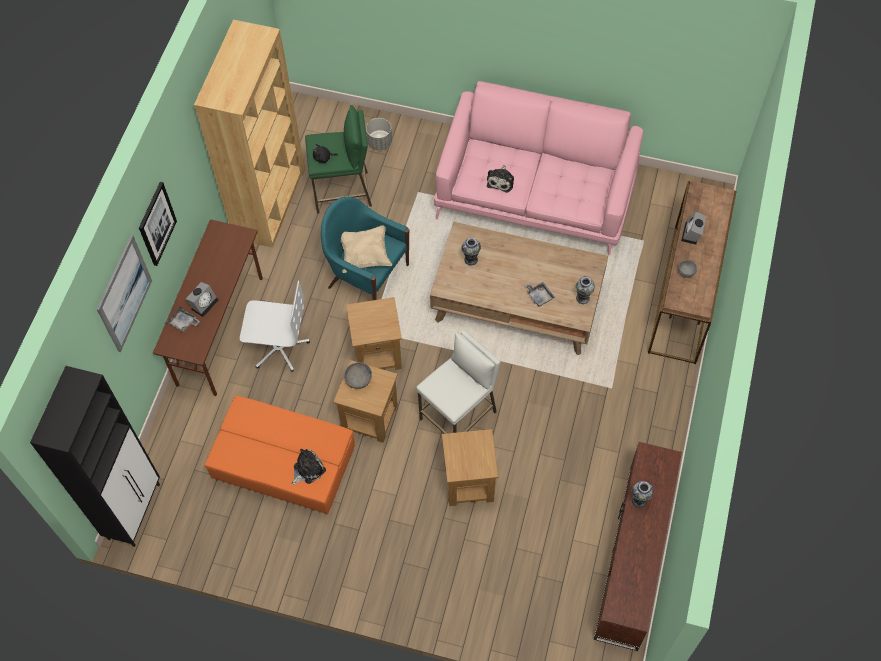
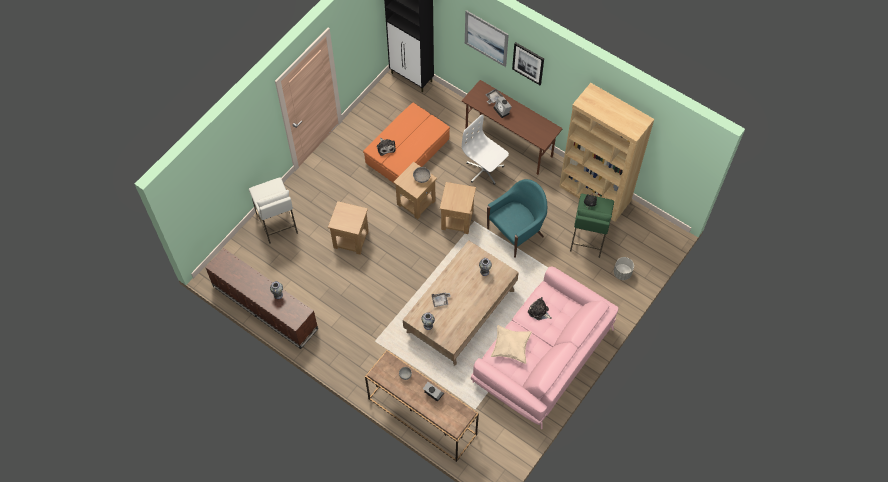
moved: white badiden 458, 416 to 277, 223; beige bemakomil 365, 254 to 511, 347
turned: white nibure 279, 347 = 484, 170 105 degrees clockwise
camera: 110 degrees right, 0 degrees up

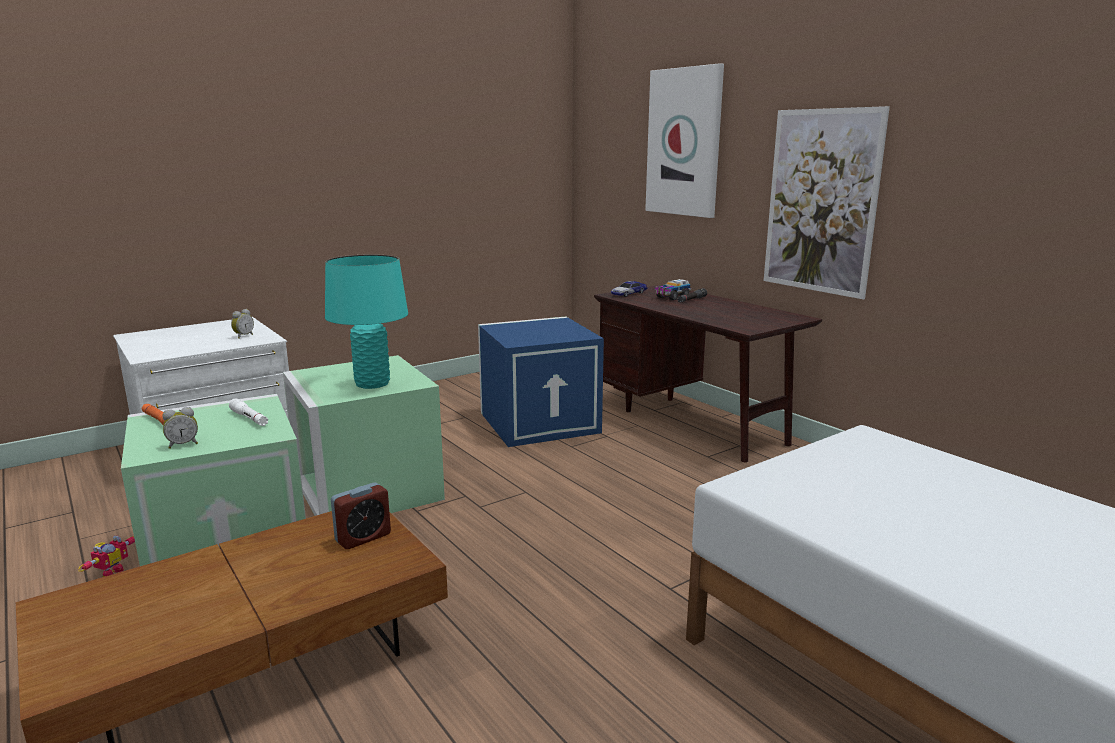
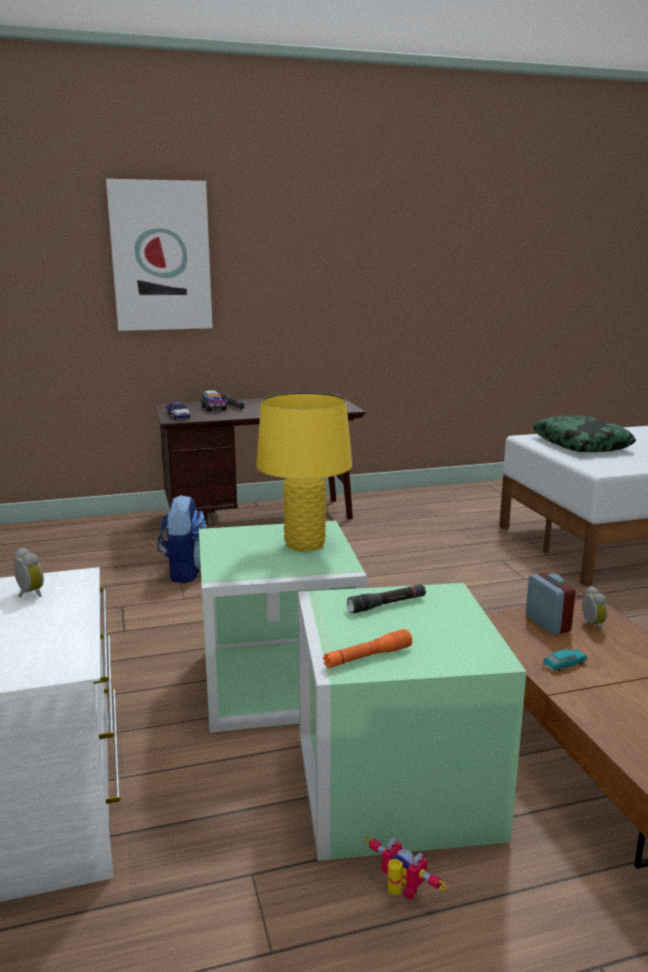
removed: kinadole 821, 202
added: bemakomil 581, 444; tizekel 564, 664
moved: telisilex 183, 444 to 590, 625
replaced: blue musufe 540, 422 to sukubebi 185, 572
recoloured: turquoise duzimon 372, 383 to yellow duzimon 304, 544; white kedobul 249, 418 to black kedobul 387, 604
camera: 70 degrees left, 0 degrees up

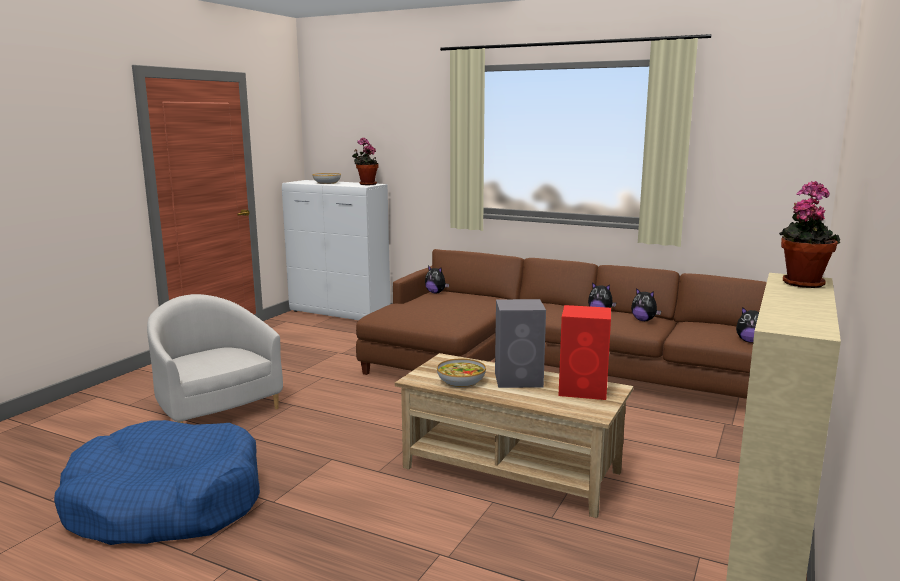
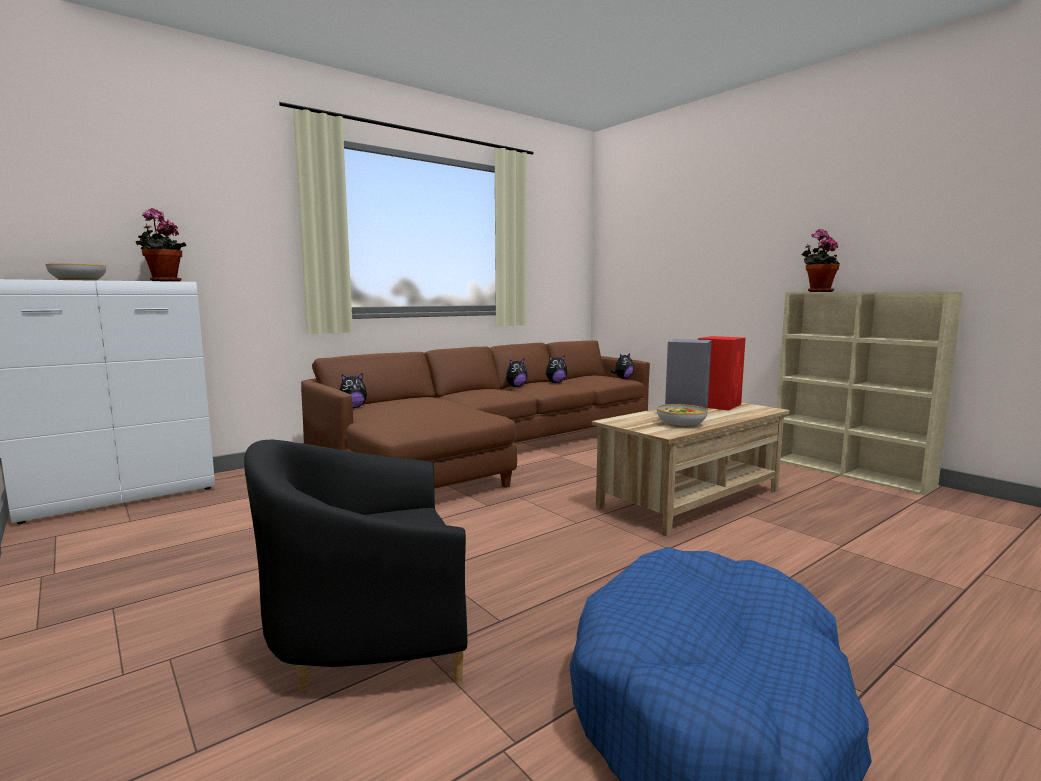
recoloured: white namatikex 214, 409 to black namatikex 370, 636
camera: 65 degrees left, 5 degrees down

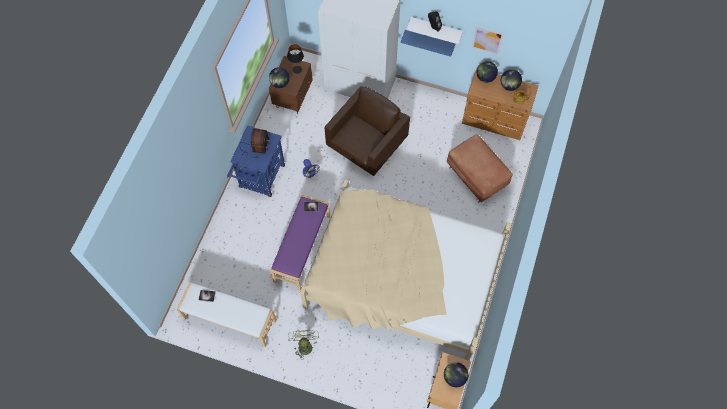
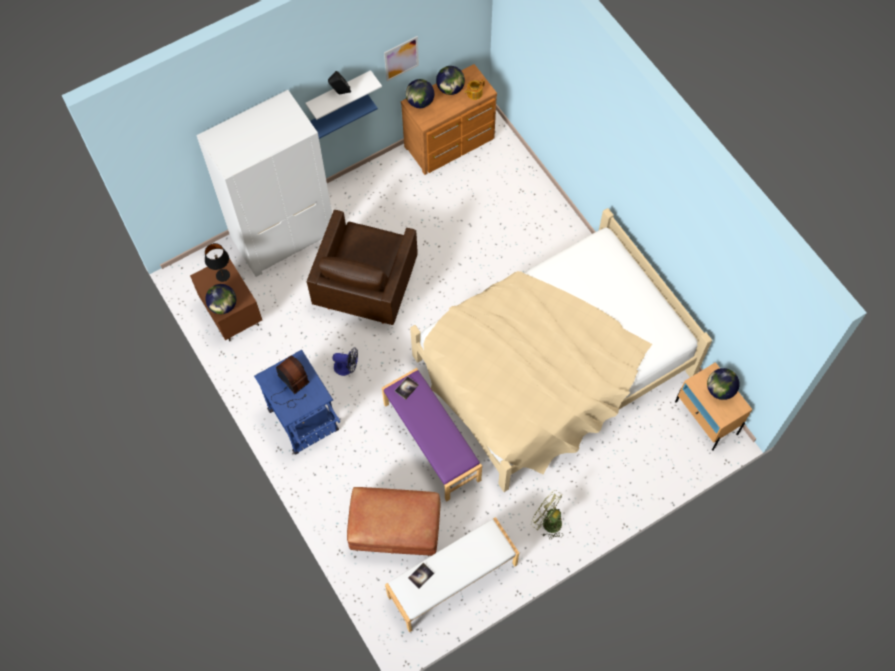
moved: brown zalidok 476, 177 to 396, 529
turned: brown namatikex 367, 146 = 366, 285 150 degrees counterclockwise
camera: 50 degrees left, 0 degrees up

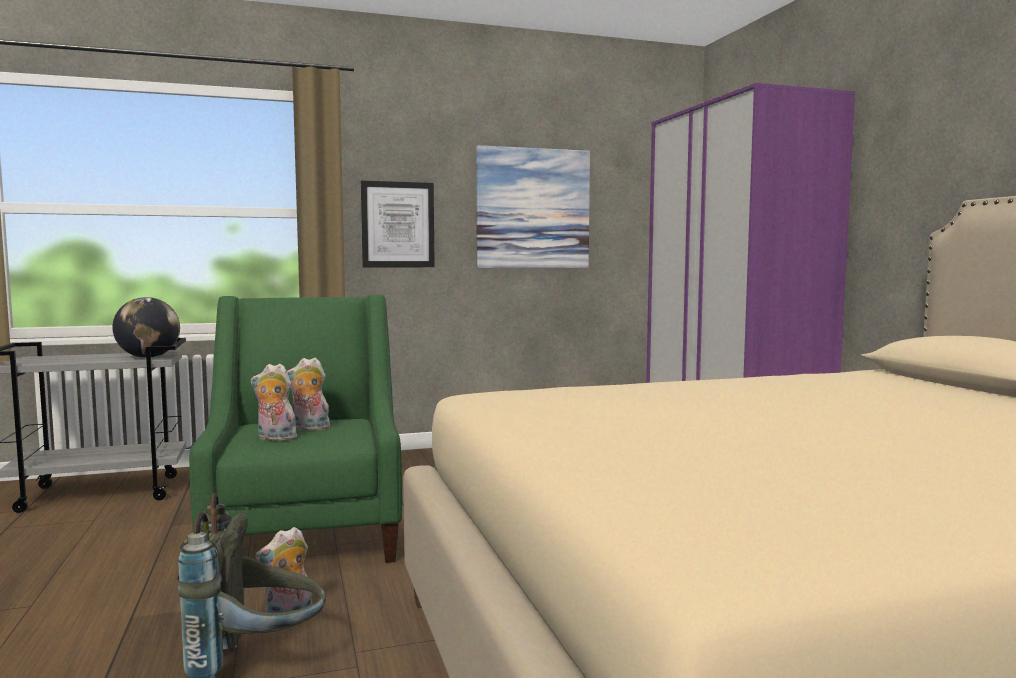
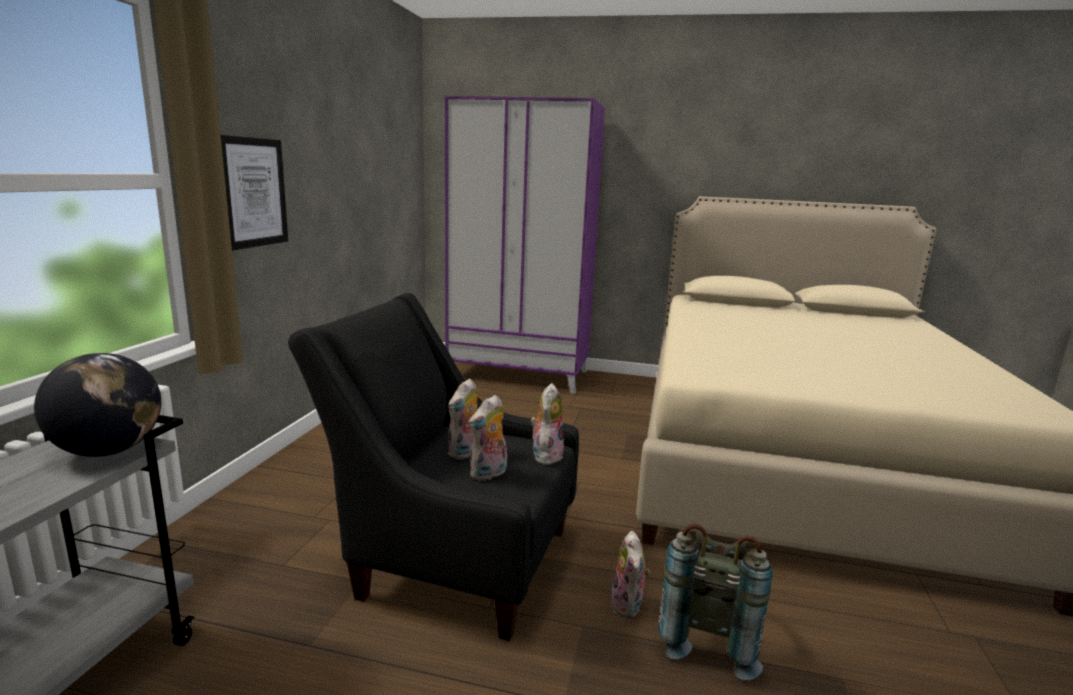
removed: kinadole 533, 208
added: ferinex 546, 455
recoloured: green namatikex 307, 534 to black namatikex 452, 558
camera: 60 degrees left, 10 degrees up

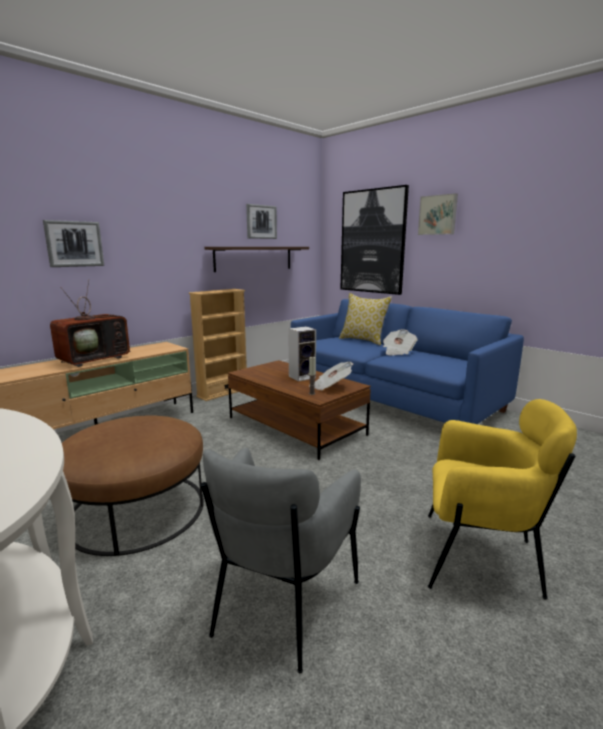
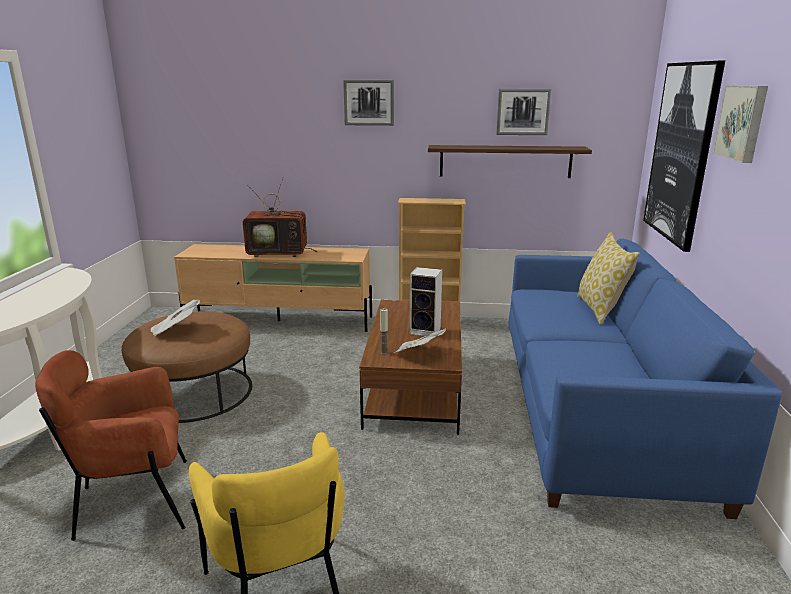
moved: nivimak 398, 352 to 175, 330; kinadole 74, 244 to 369, 102
recoloured: grey namatikex 281, 604 to brown namatikex 134, 502
camera: 50 degrees right, 5 degrees up

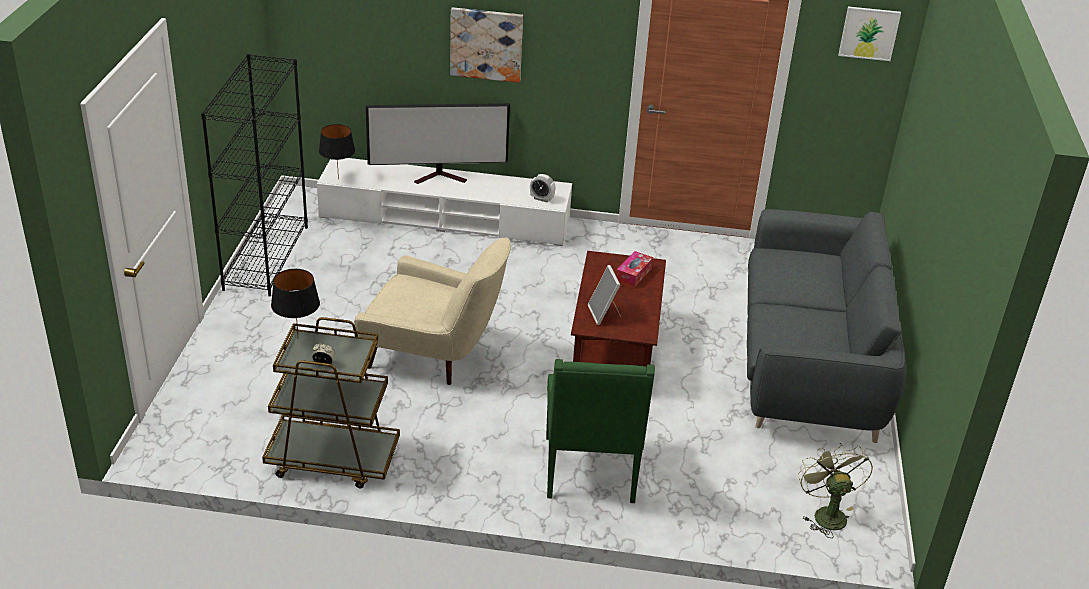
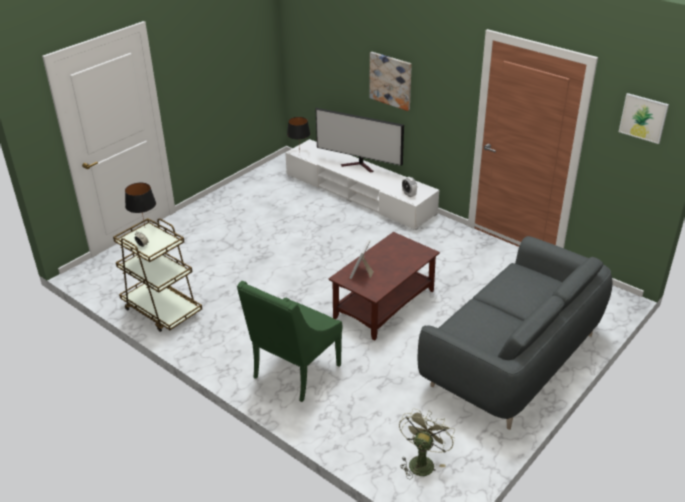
removed: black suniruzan 266, 257; beige namatikex 433, 356; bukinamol 633, 274
camera: 35 degrees right, 0 degrees up

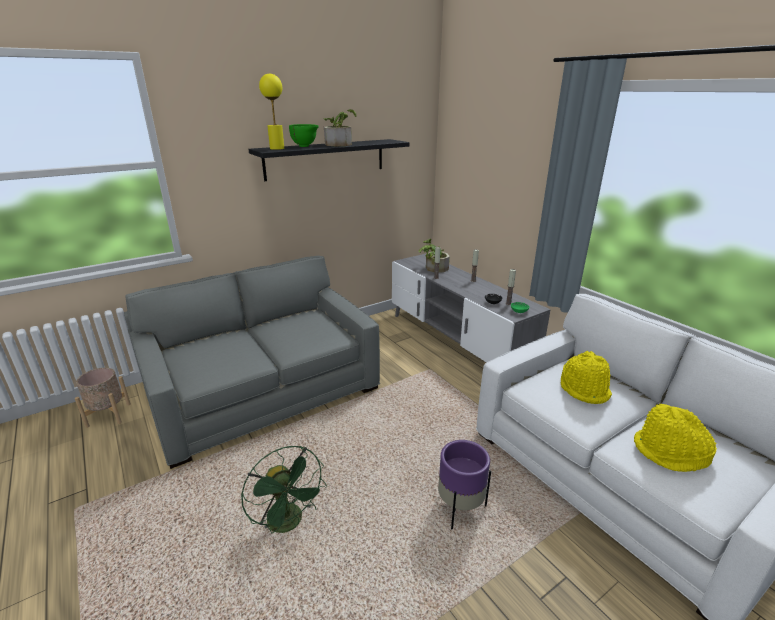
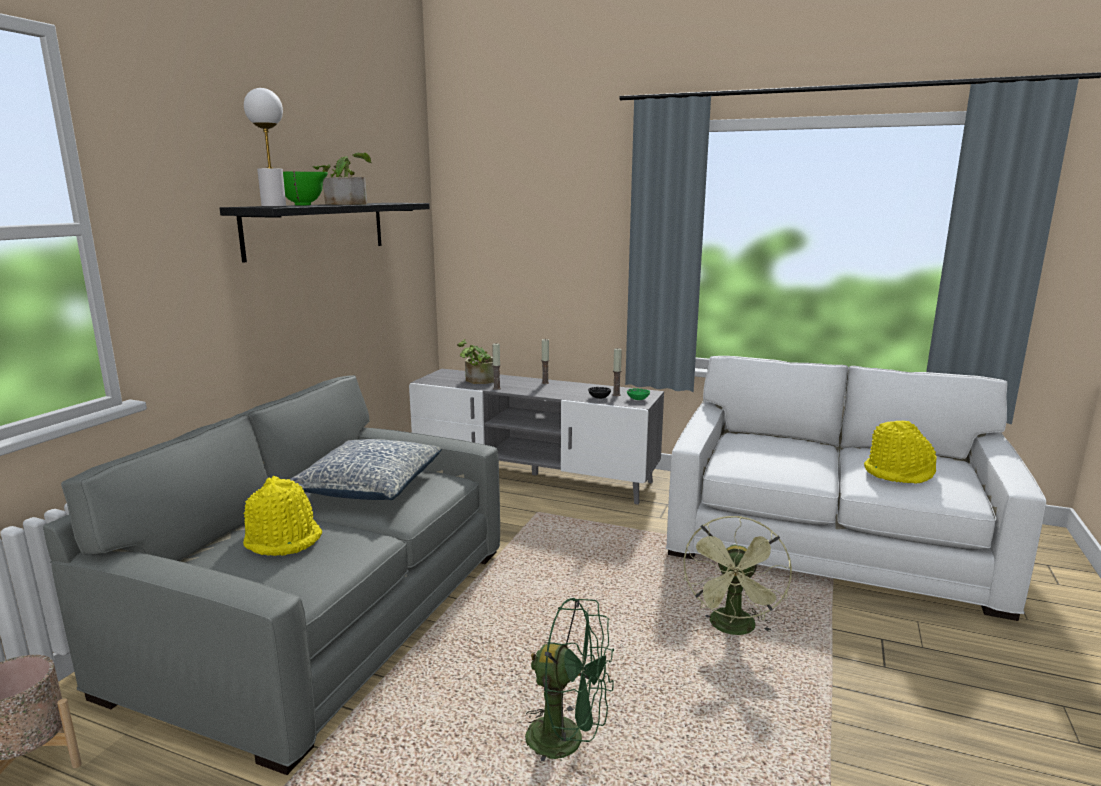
added: bemakomil 369, 486
moved: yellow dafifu 584, 389 to 283, 539
replaced: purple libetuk 460, 509 to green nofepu 733, 629
recoloured: yellow duzimon 277, 148 to white duzimon 274, 206
camera: 35 degrees left, 10 degrees down

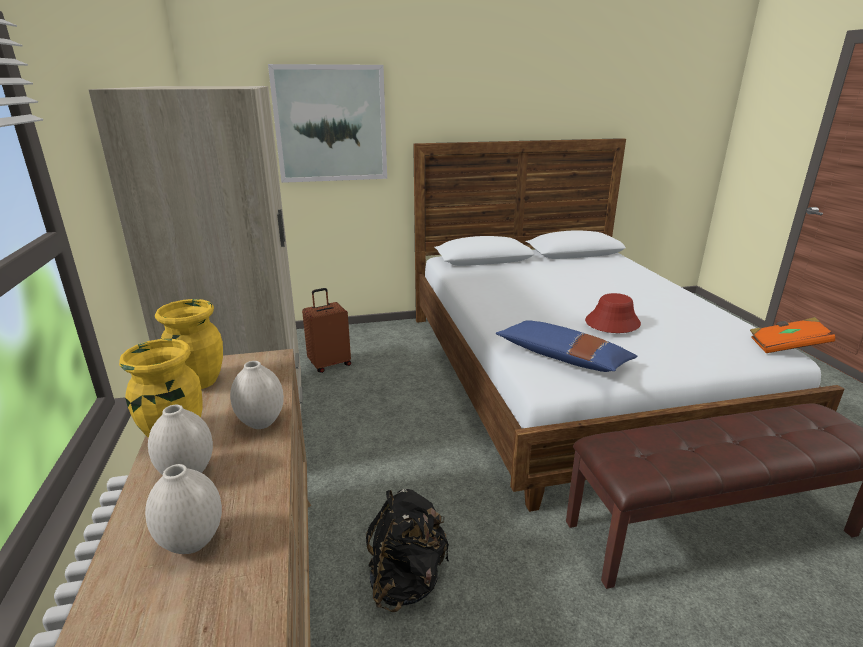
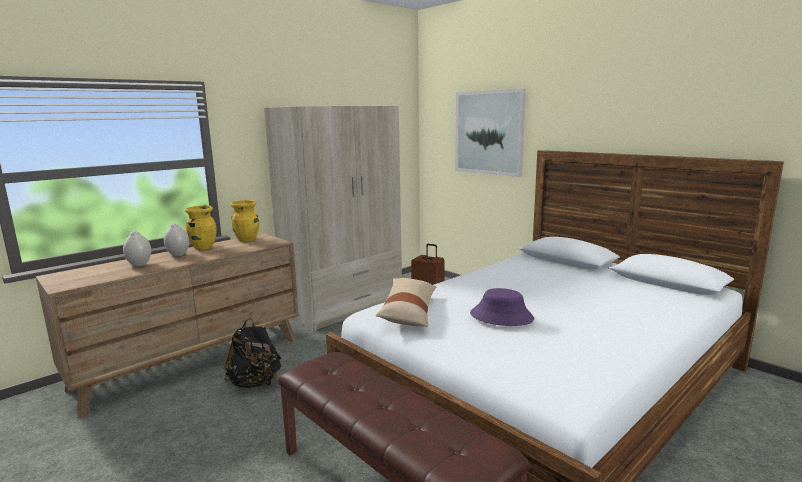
removed: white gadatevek 261, 423; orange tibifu 786, 347
recoloured: blue bemakomil 563, 358 to beige bemakomil 409, 312; red dafifu 612, 322 to purple dafifu 501, 316
camera: 60 degrees right, 10 degrees down

